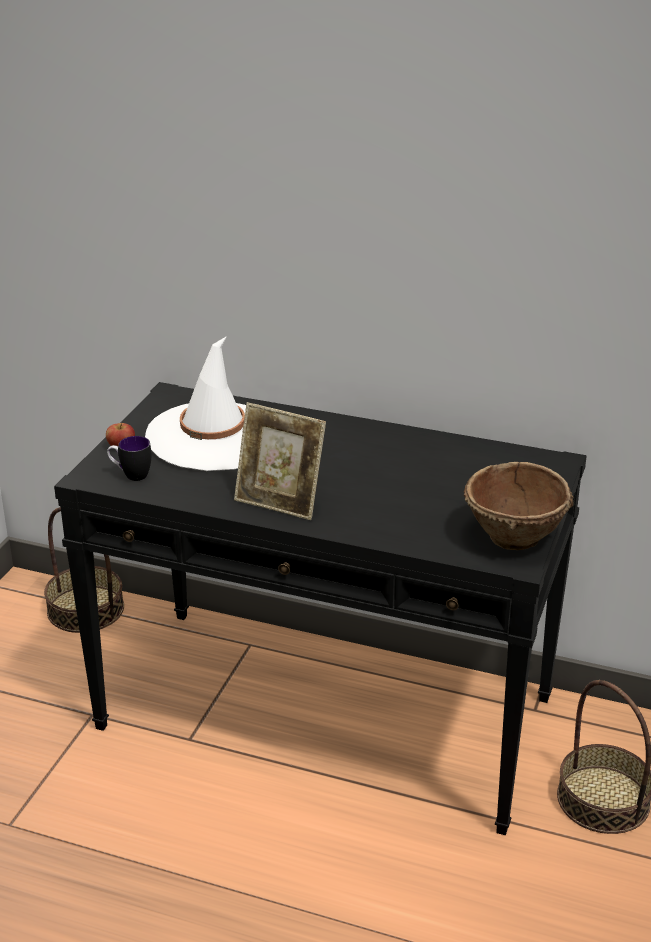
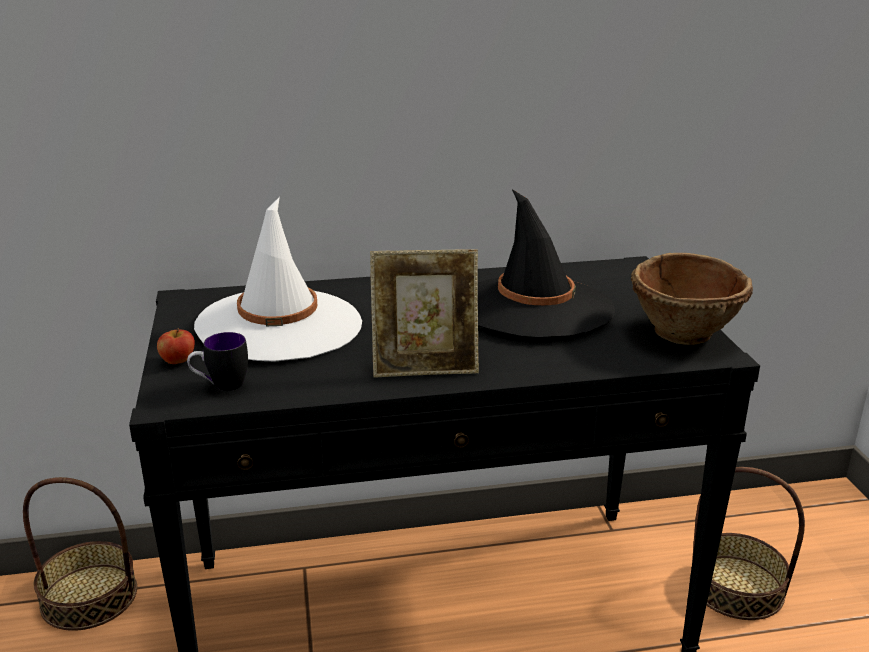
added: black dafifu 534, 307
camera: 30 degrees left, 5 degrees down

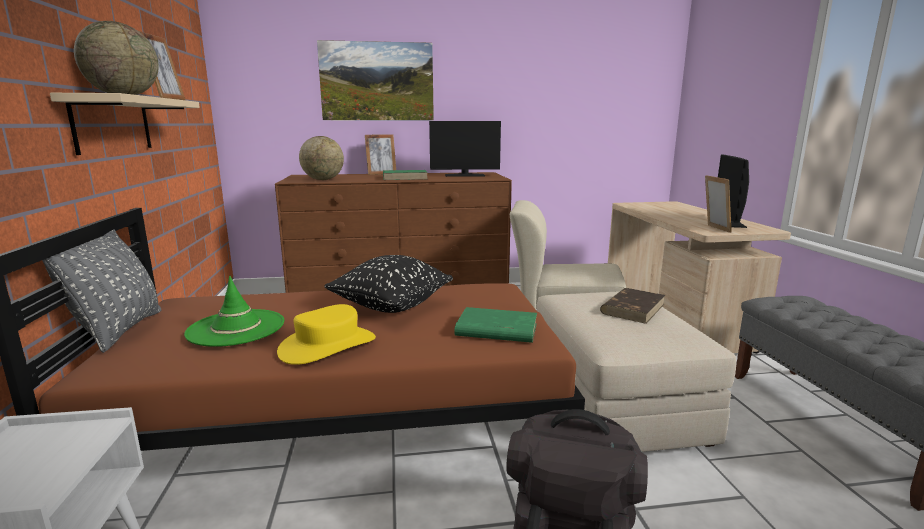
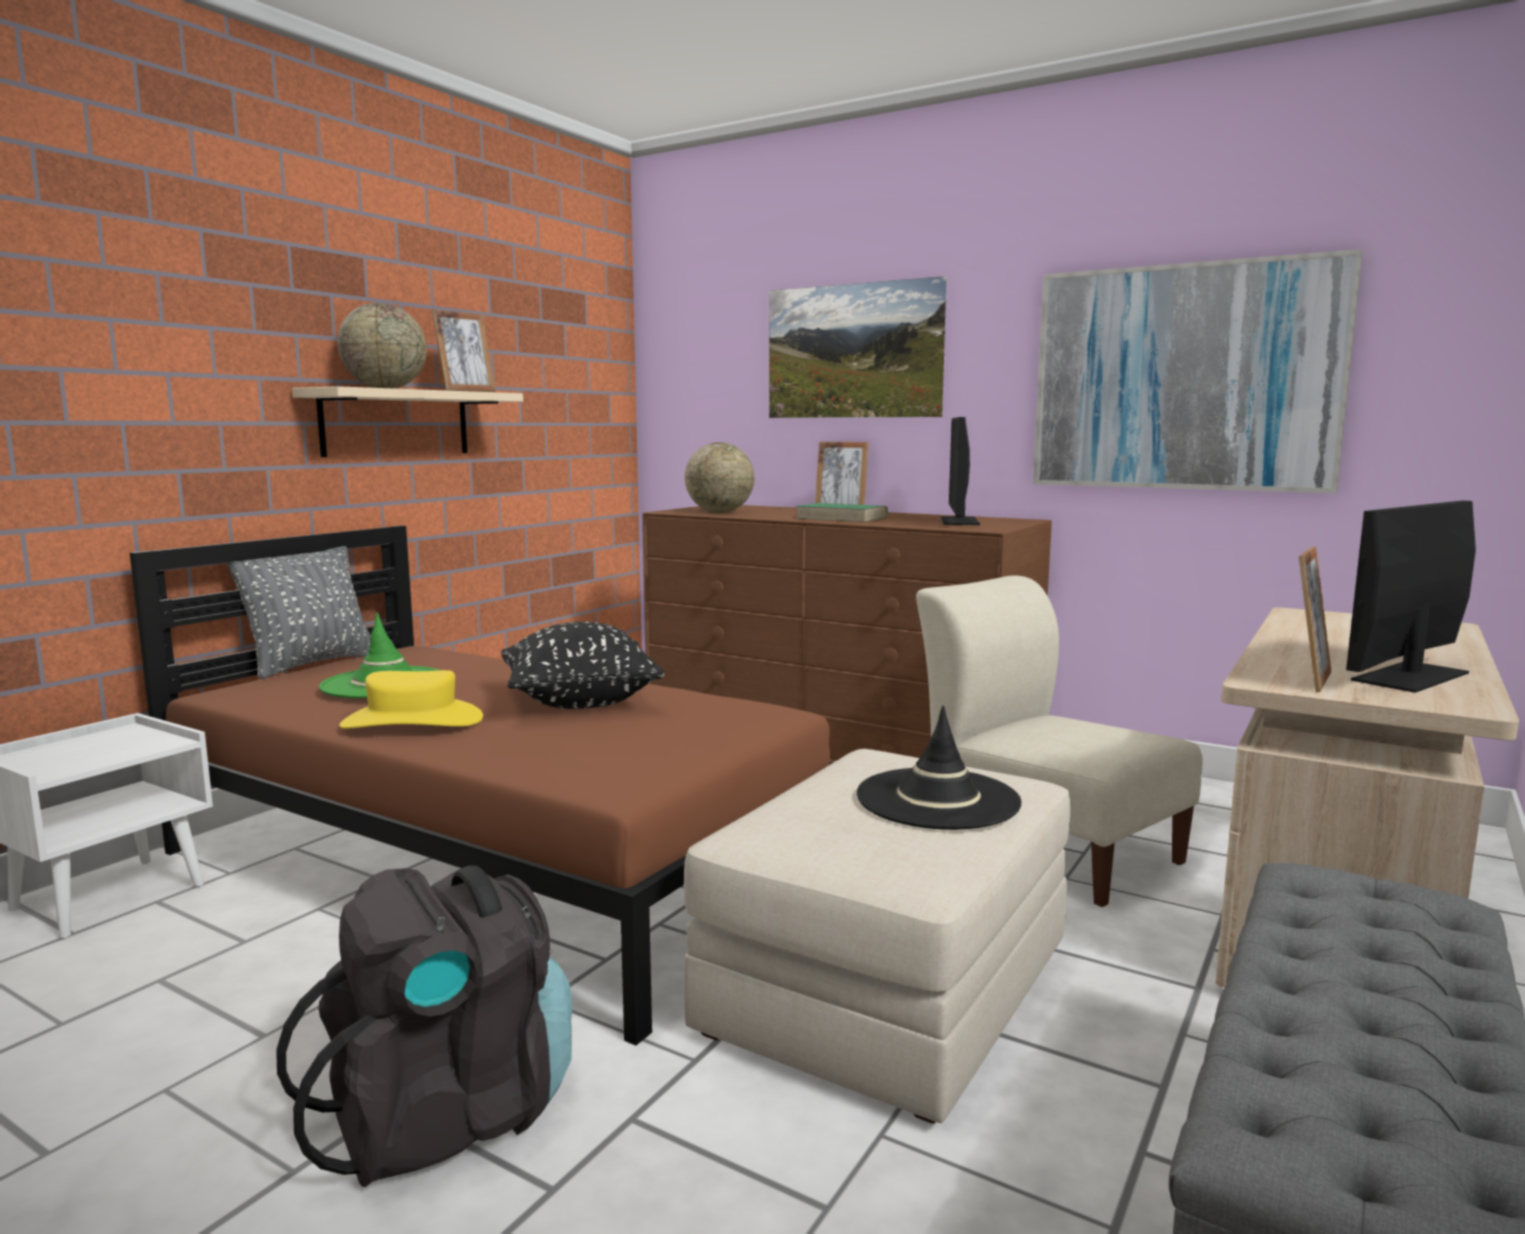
removed: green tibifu 496, 330
added: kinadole 1184, 378
replaced: brown tibifu 633, 308 to black dafifu 937, 799
turned: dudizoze 464, 175 = 959, 521 60 degrees clockwise
camera: 40 degrees right, 5 degrees down

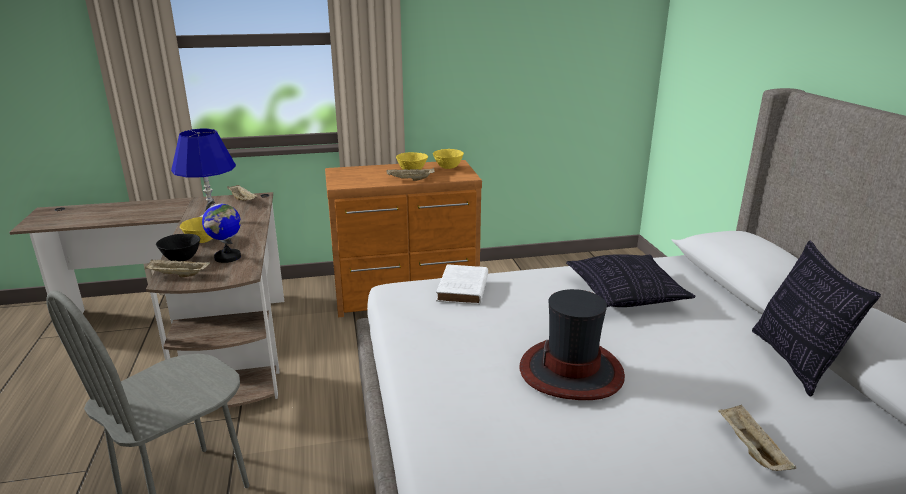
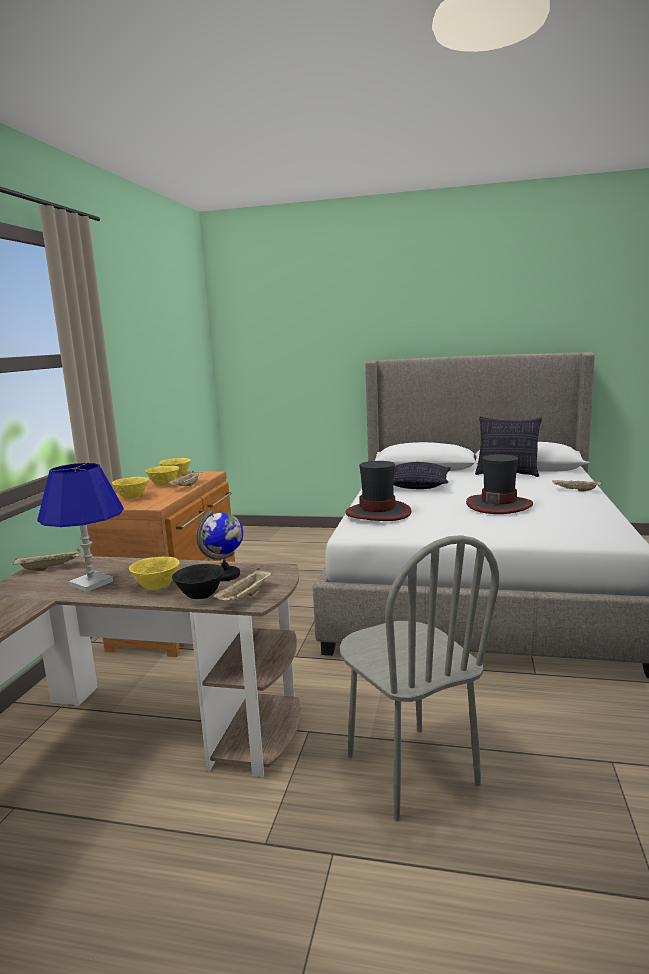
added: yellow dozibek 132, 497
replaced: white tibifu 462, 289 to dafifu 378, 513
camera: 65 degrees left, 10 degrees down

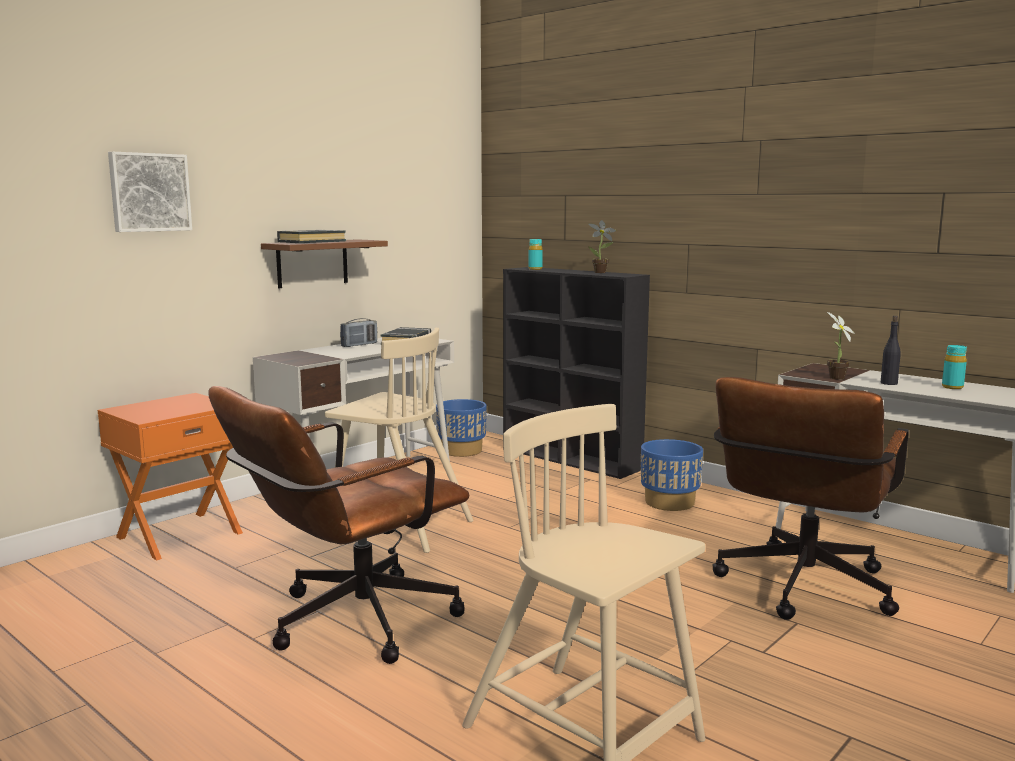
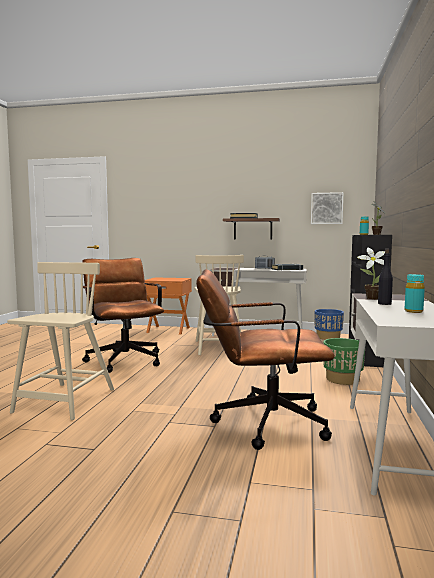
moved: kinadole 149, 192 to 326, 208
recoloured: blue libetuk 669, 502 to green libetuk 342, 379
turned: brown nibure 348, 624 = 123, 359 45 degrees clockwise
camera: 60 degrees right, 5 degrees down

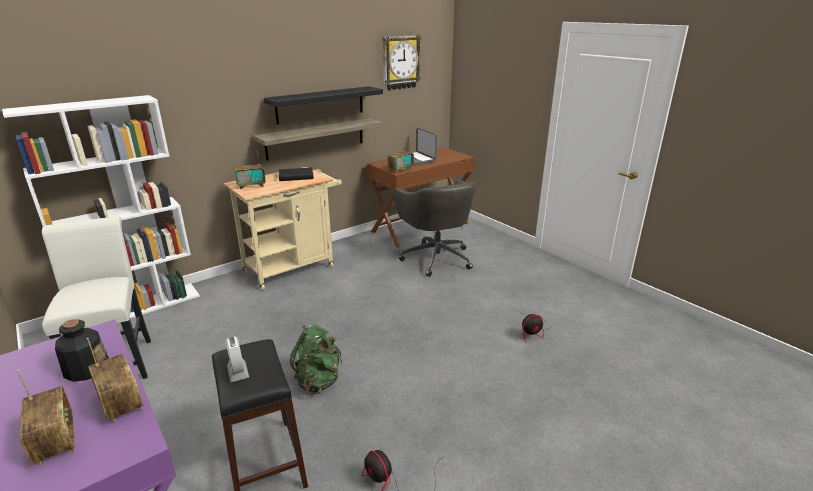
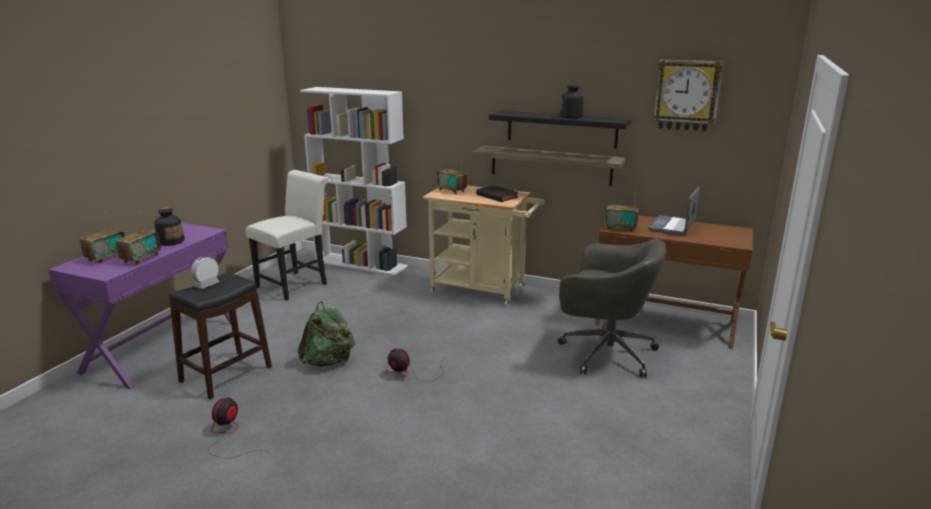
added: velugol 571, 117
moved: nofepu 532, 330 to 412, 374
turned: grey nibure 436, 257 = 604, 353 105 degrees counterclockwise
camera: 60 degrees right, 5 degrees down

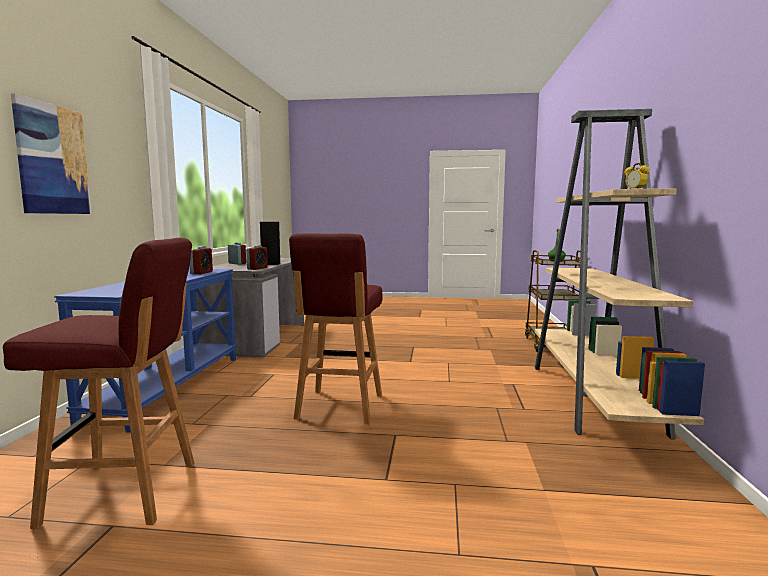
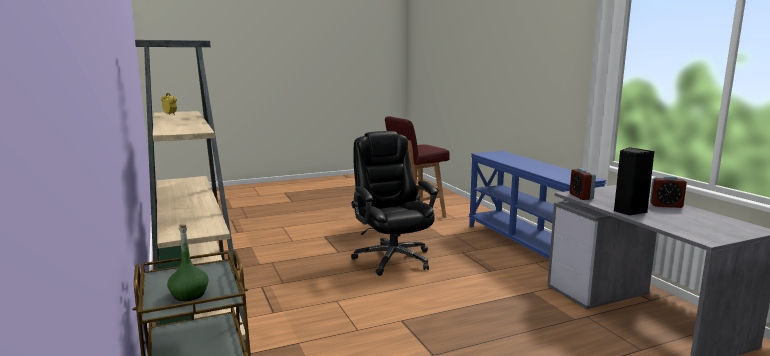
removed: kinadole 52, 159; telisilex 201, 273
replaced: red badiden 339, 407 to black nibure 392, 258
camera: 150 degrees right, 5 degrees up

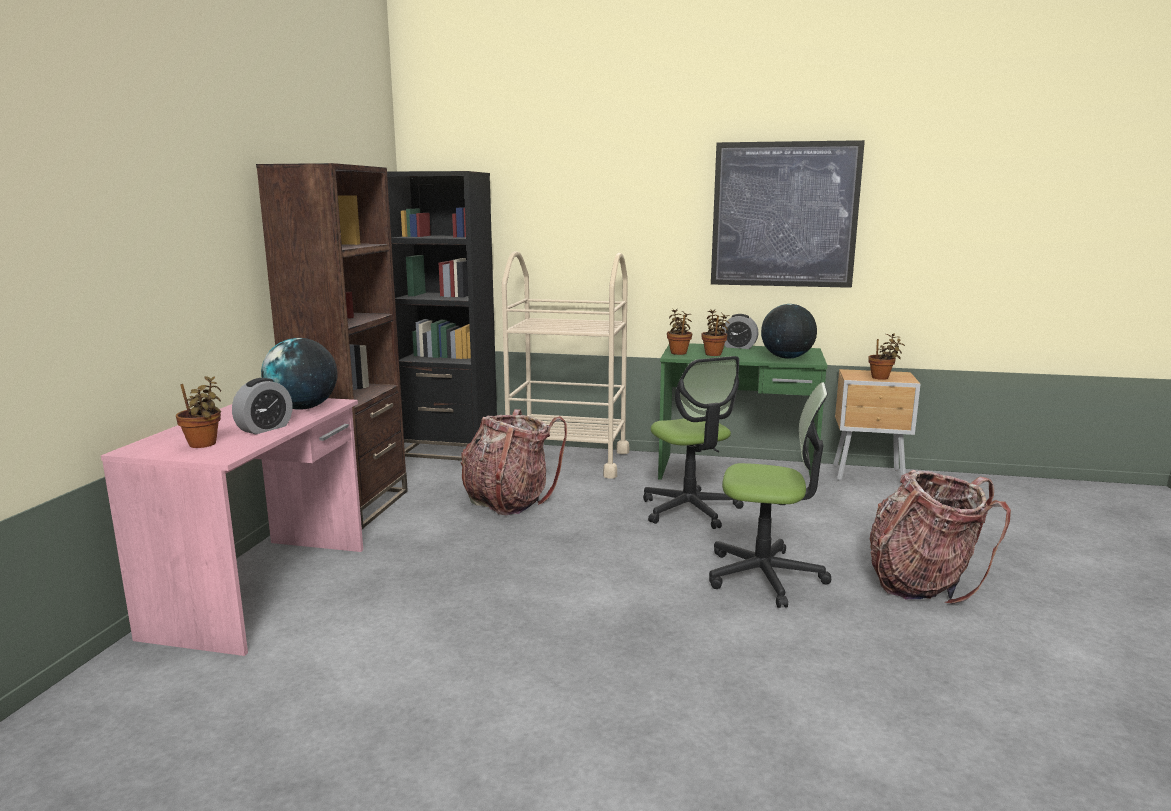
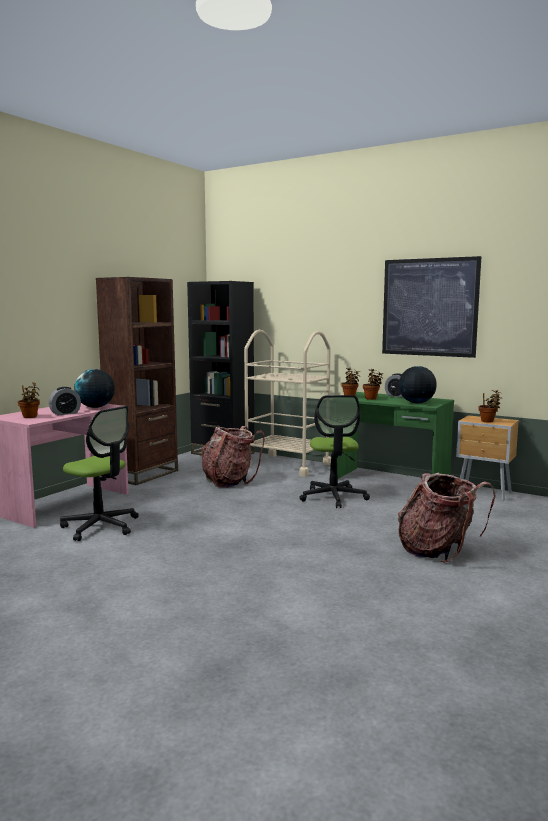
moved: nibure 765, 576 to 101, 526
camera: 20 degrees right, 5 degrees down

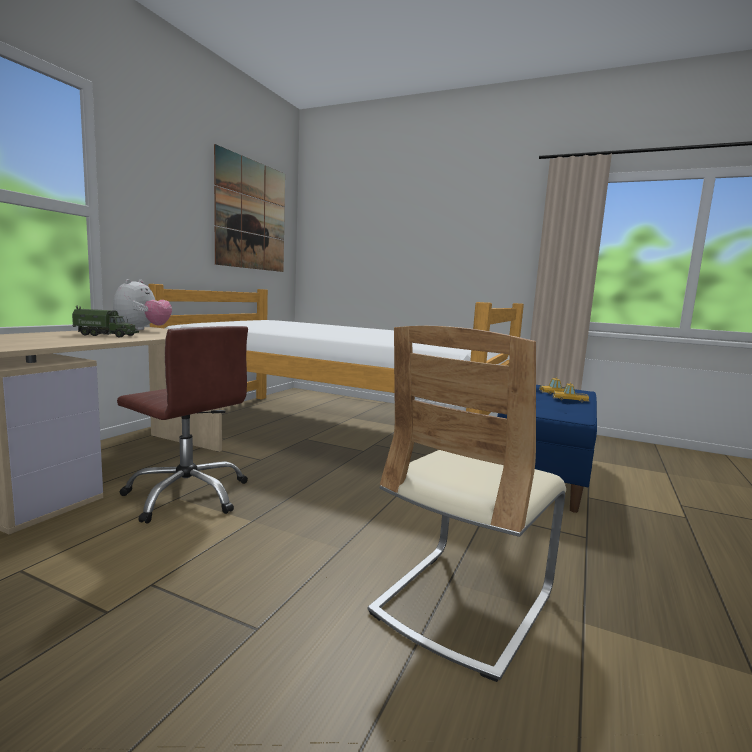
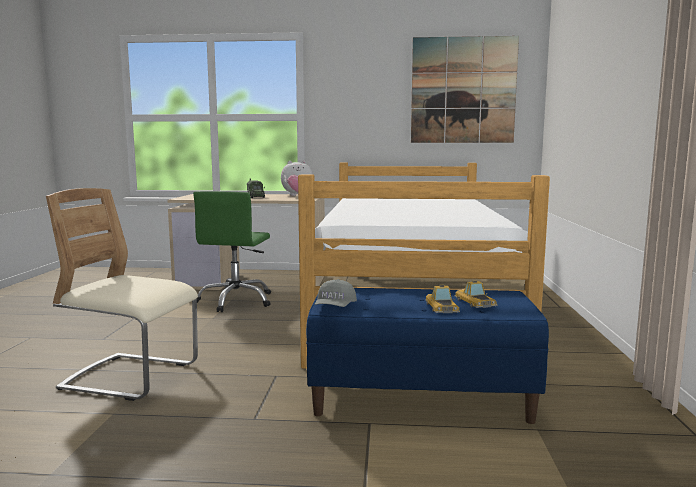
added: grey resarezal 335, 307
recoloured: brown nibure 188, 495 to green nibure 236, 301
camera: 70 degrees right, 0 degrees up

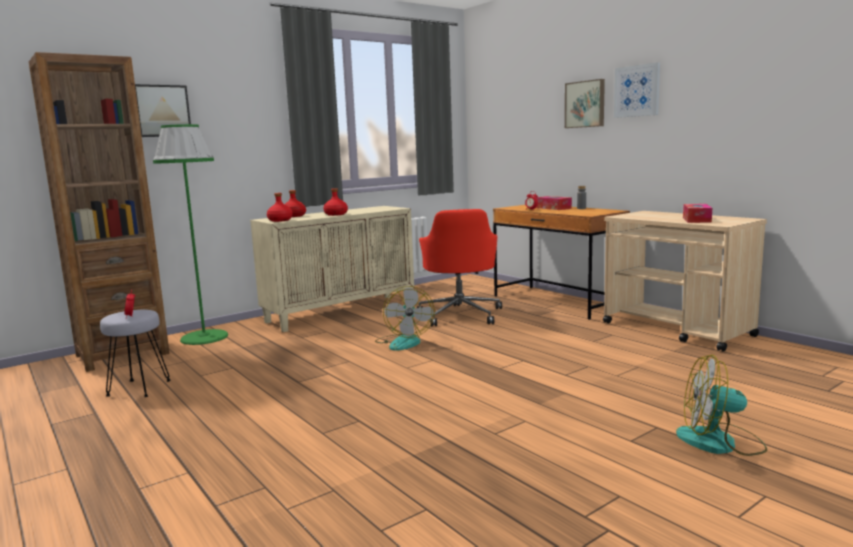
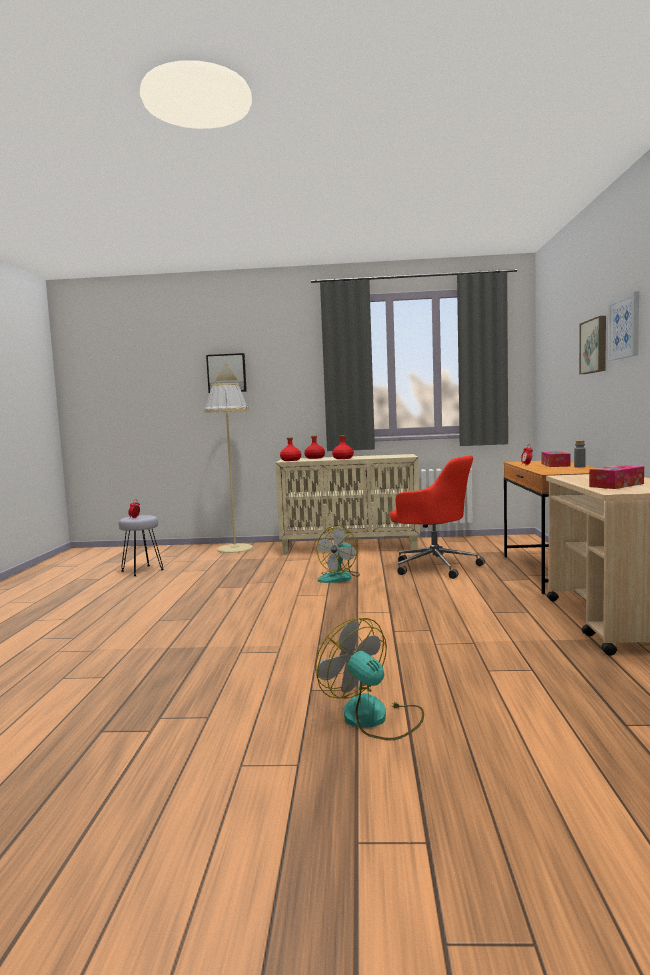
removed: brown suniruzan 122, 354
recoloured: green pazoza 204, 337 to beige pazoza 234, 548
turned: red nibure 460, 314 = 434, 566 90 degrees counterclockwise
camera: 40 degrees right, 5 degrees down

